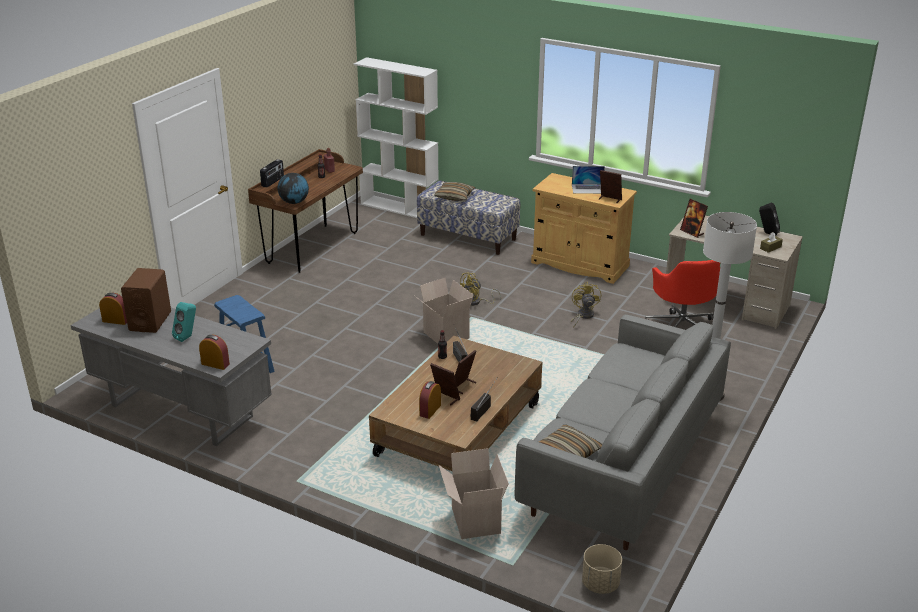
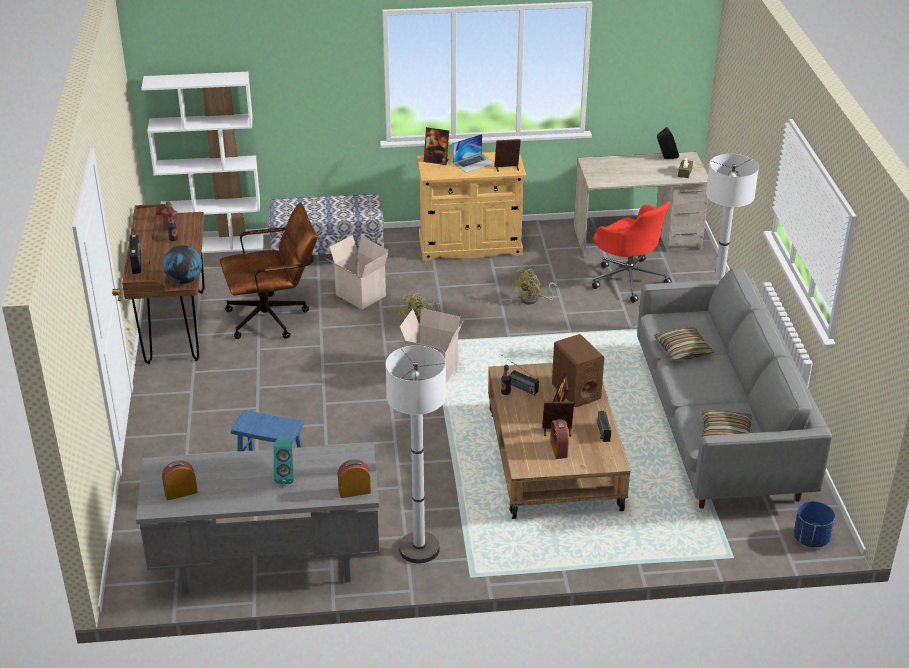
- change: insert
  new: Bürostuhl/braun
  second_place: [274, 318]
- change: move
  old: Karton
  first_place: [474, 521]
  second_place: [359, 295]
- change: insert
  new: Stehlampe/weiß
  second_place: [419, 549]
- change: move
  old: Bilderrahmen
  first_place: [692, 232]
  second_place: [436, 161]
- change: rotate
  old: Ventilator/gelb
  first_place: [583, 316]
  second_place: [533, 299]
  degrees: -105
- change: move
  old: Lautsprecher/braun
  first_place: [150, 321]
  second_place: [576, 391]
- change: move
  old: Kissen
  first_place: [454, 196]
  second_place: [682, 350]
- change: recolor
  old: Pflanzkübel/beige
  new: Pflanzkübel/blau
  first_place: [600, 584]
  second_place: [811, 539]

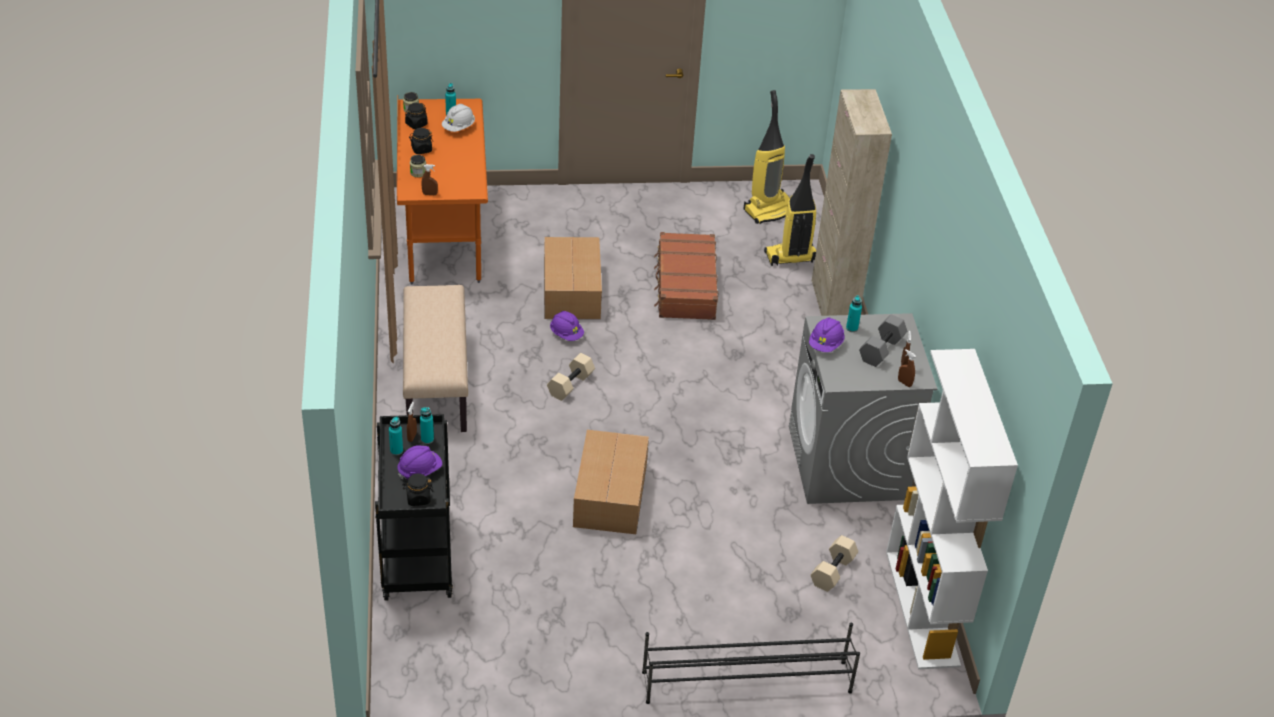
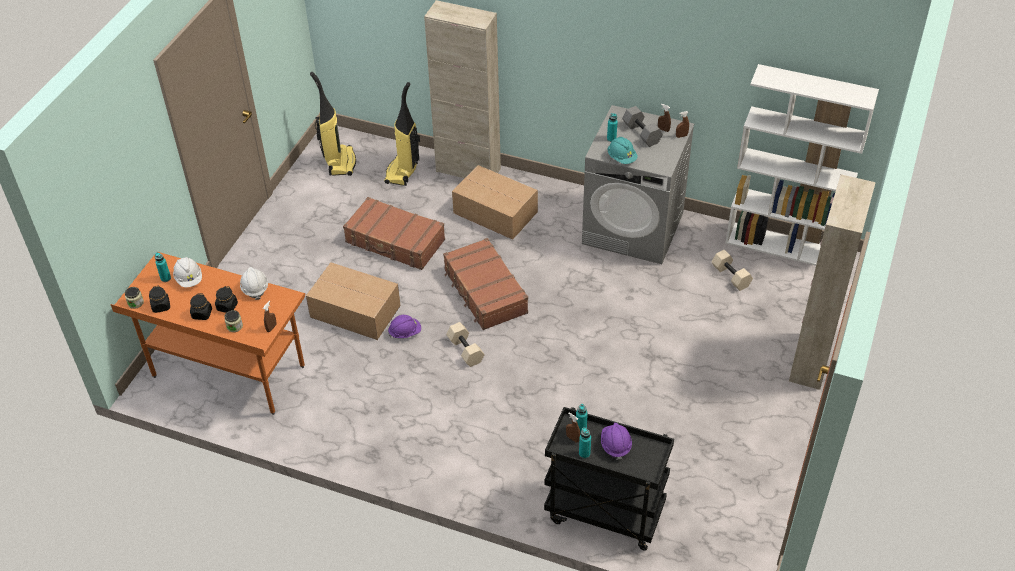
- change: move
  old: Vorratsglas/schwarz
  first_place: [418, 498]
  second_place: [227, 306]
- change: insert
  new: Schutzhelm/weiß
  second_place: [255, 288]
- change: insert
  new: Koffer/braun
  second_place: [485, 292]
- change: move
  old: Karton
  first_place: [609, 496]
  second_place: [496, 213]
- change: recolor
  old: Schutzhelm/lila
  new: Schutzhelm/türkis
  first_place: [826, 344]
  second_place: [621, 158]
- change: replace
  old: Schuhregal/schwarz
  new: Schrank/beige
  first_place: [745, 681]
  second_place: [811, 360]
- change: delete
  old: Bank/beige
  first_place: [435, 381]

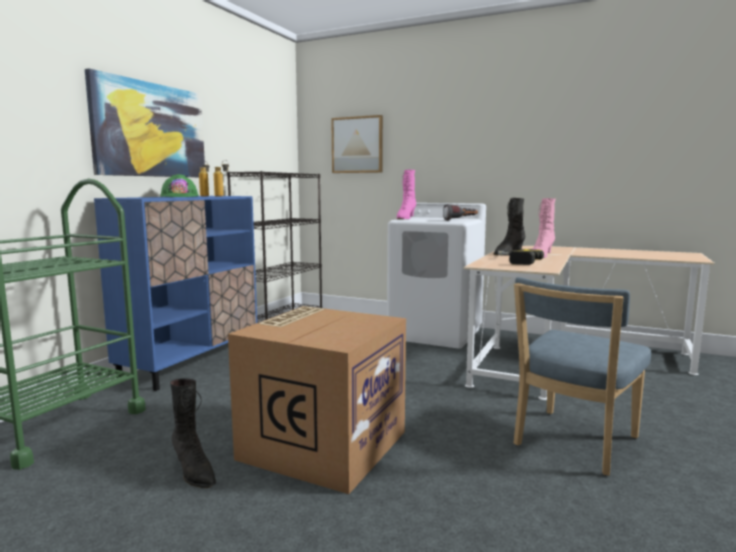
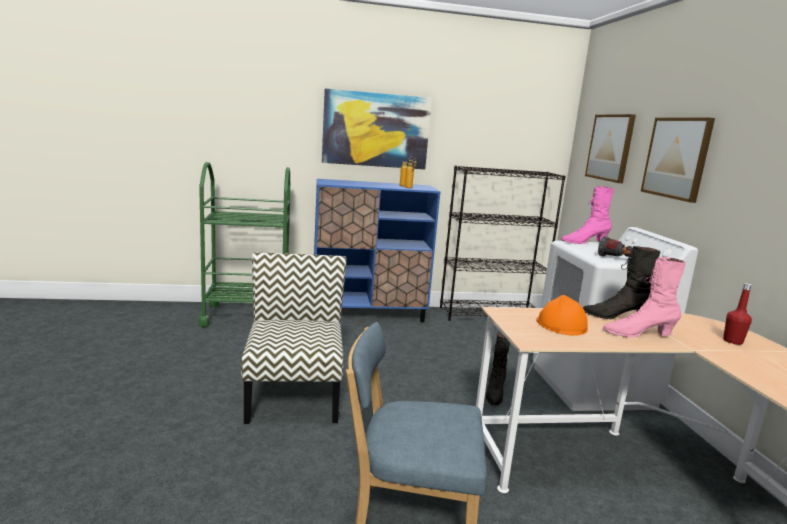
- change: replace
  old: Karton
  new: Stuhl
  first_place: [323, 444]
  second_place: [293, 396]
- change: move
  old: Stiefel/schwarz
  first_place: [194, 472]
  second_place: [494, 394]
- change: replace
  old: Bohrmaschine
  new: Schutzhelm/orange
  first_place: [516, 262]
  second_place: [561, 325]
- change: insert
  new: Bild
  second_place: [677, 158]
- change: insert
  new: Flasche/rot
  second_place: [732, 341]
- change: delete
  old: Schutzhelm/grün
  first_place: [180, 196]

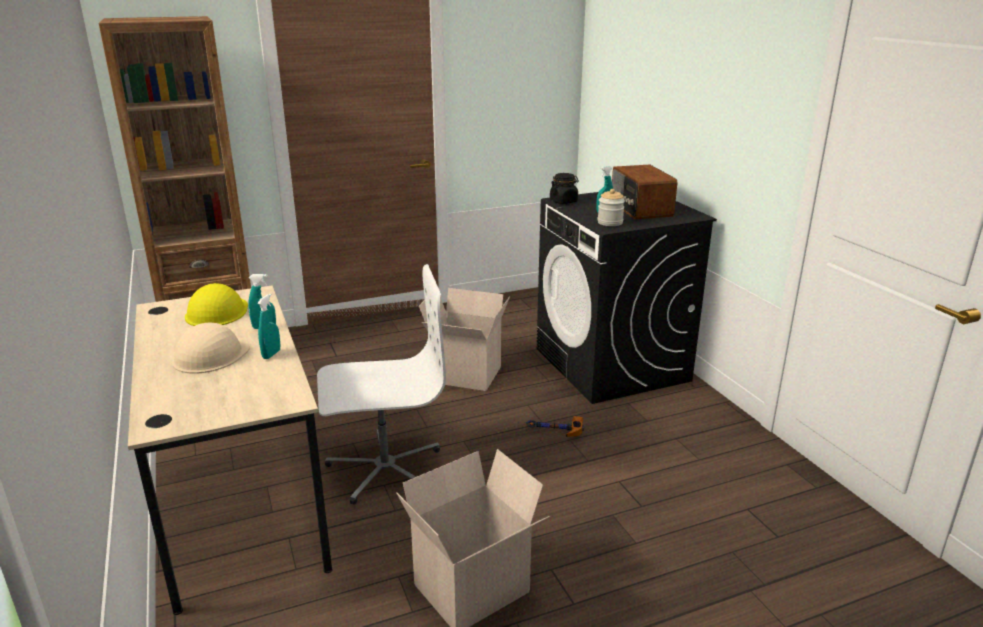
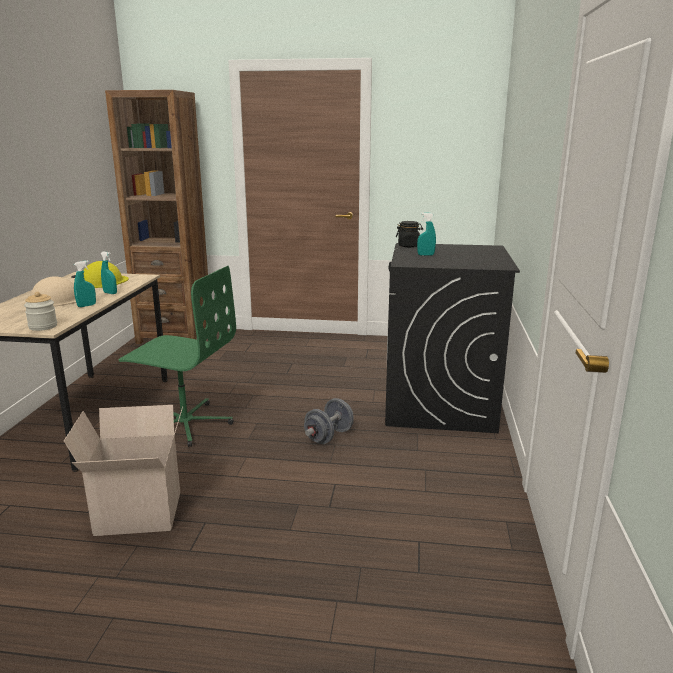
- change: move
  old: Vorratsglas
  first_place: [610, 222]
  second_place: [43, 326]
- change: recolor
  old: Bürostuhl/weiß
  new: Bürostuhl/grün
  first_place: [384, 468]
  second_place: [185, 424]
- change: replace
  old: Hammer
  new: Hantel/grau
  first_place: [553, 432]
  second_place: [329, 436]
- change: delete
  old: Karton
  first_place: [464, 375]
- change: delete
  old: Radio
  first_place: [640, 209]

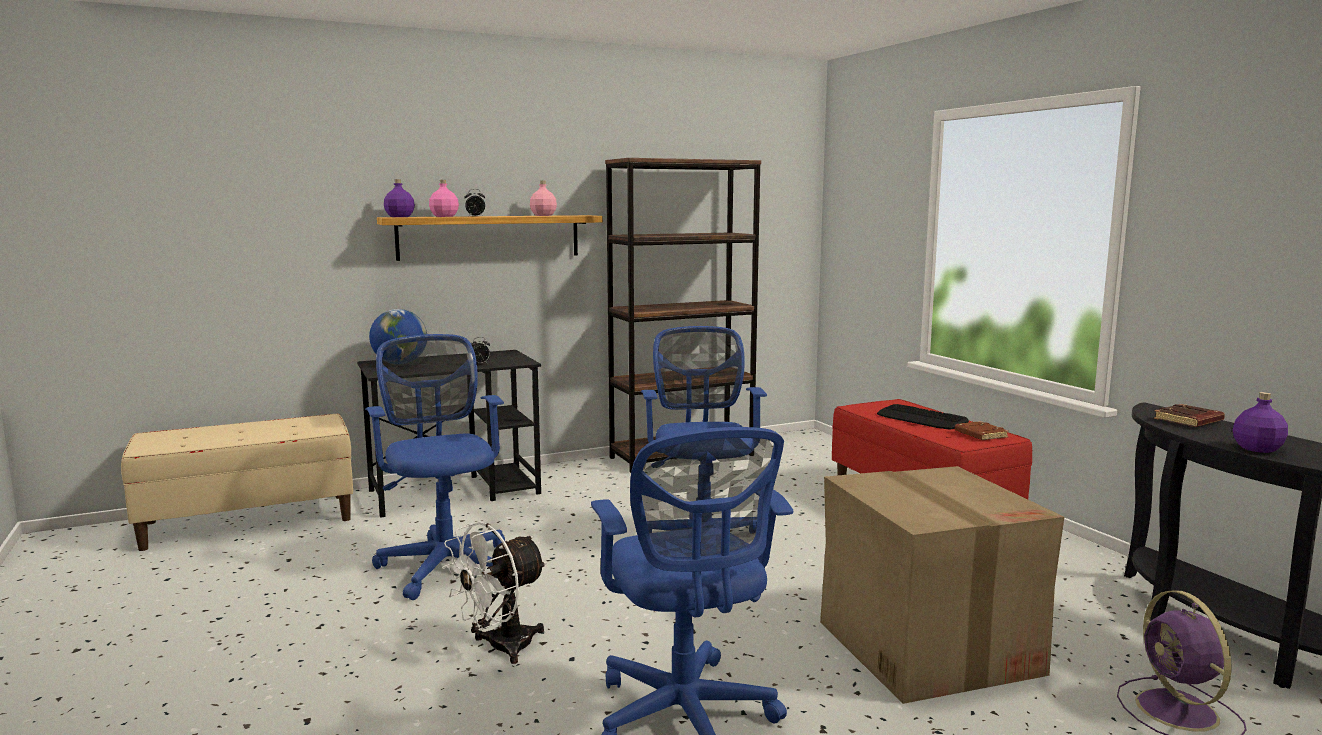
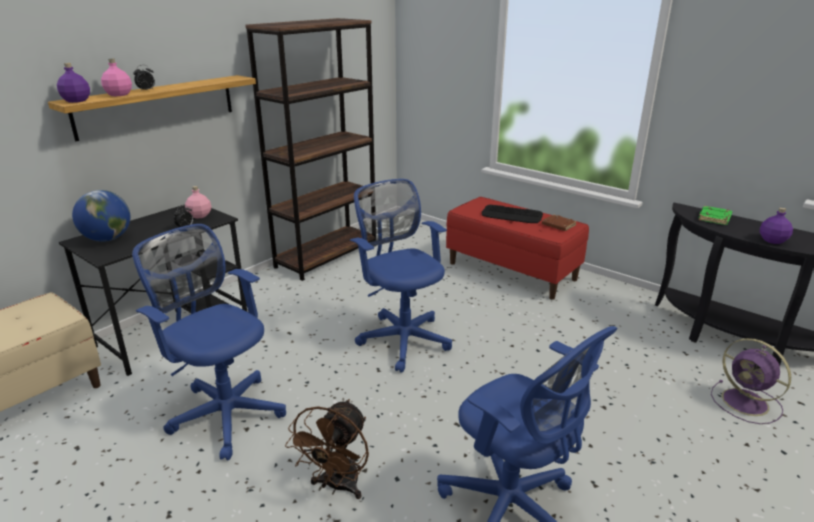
- change: move
  old: Flasche/rosa
  first_place: [543, 215]
  second_place: [199, 216]
- change: recolor
  old: Ventilator/weiß
  new: Ventilator/braun
  first_place: [500, 648]
  second_place: [337, 486]
- change: recolor
  old: Buch/braun
  new: Buch/grün
  first_place: [1189, 421]
  second_place: [715, 218]
- change: delete
  old: Karton
  first_place: [927, 646]

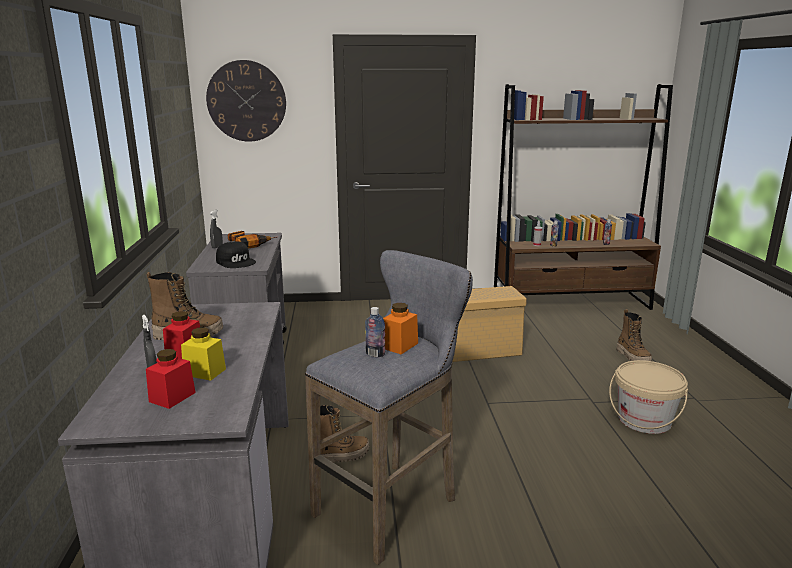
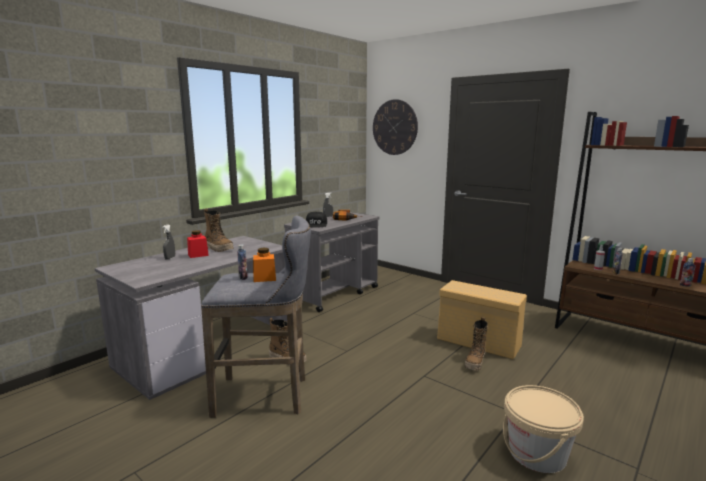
- change: move
  old: Stiefel
  first_place: [633, 357]
  second_place: [475, 363]
- change: delete
  old: Vorratsglas/rot
  first_place: [172, 397]
- change: delete
  old: Vorratsglas/gelb
  first_place: [204, 372]

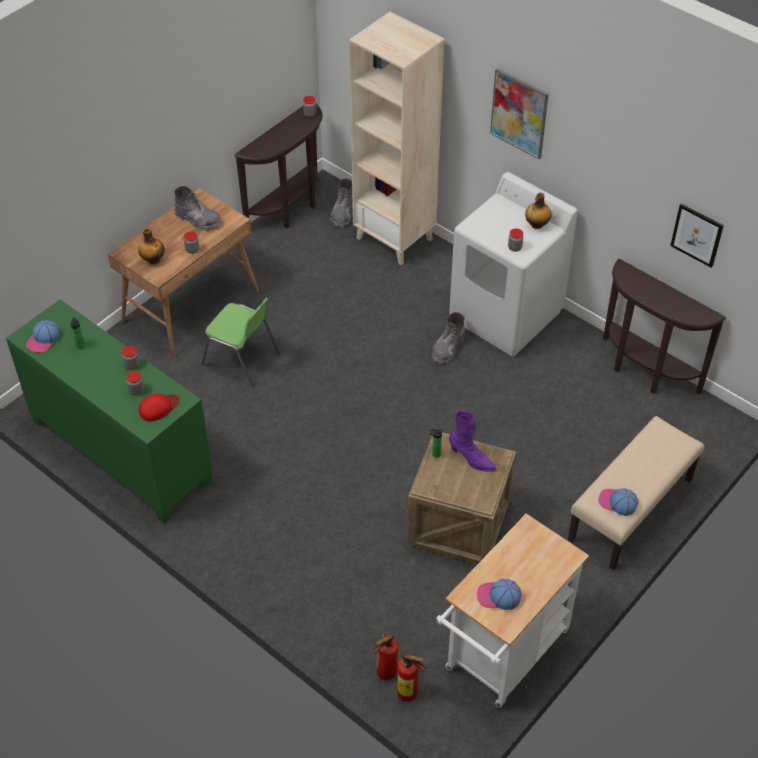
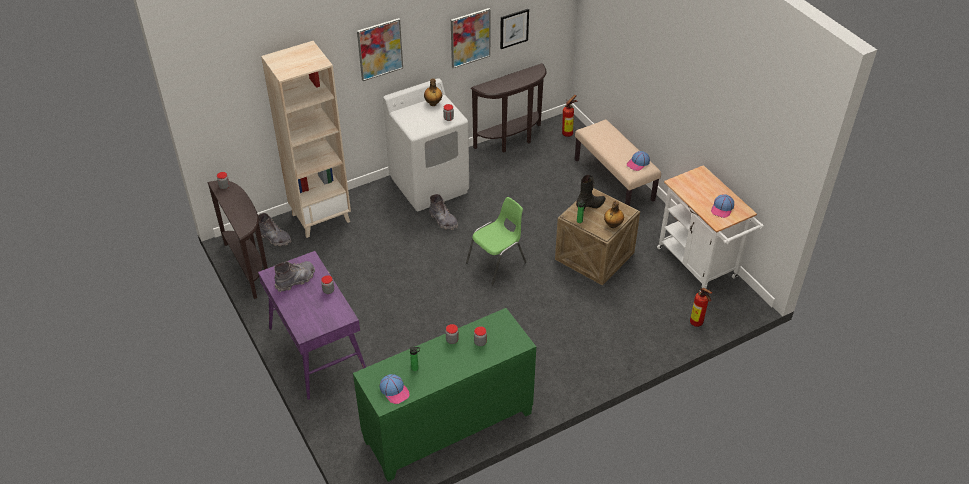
- change: recolor
  old: Schreibtisch/braun
  new: Schreibtisch/lila
  first_place: [191, 306]
  second_place: [317, 350]
- change: insert
  new: Bild
  second_place: [470, 37]
- change: move
  old: Stuhl/grün
  first_place: [242, 360]
  second_place: [497, 263]
- change: move
  old: Feuerlöscher
  first_place: [410, 695]
  second_place: [568, 133]
- change: recolor
  old: Stiefel/lila
  new: Stiefel/schwarz
  first_place: [471, 459]
  second_place: [590, 206]
- change: move
  old: Flasche
  first_place: [153, 259]
  second_place: [612, 225]
- change: delete
  old: Kappe/rot
  first_place: [158, 407]

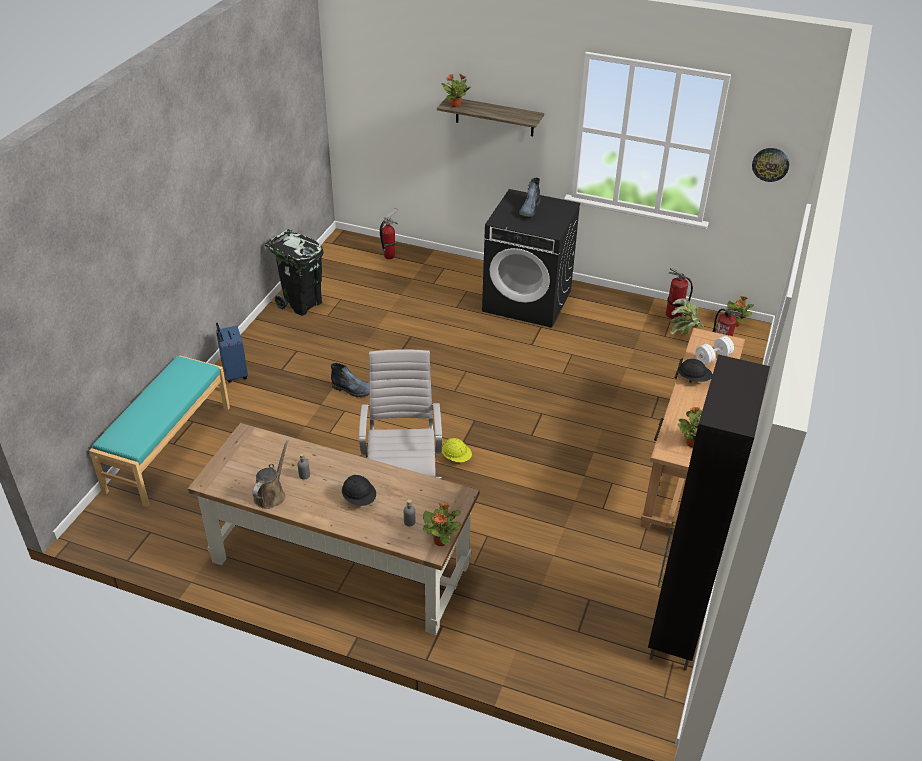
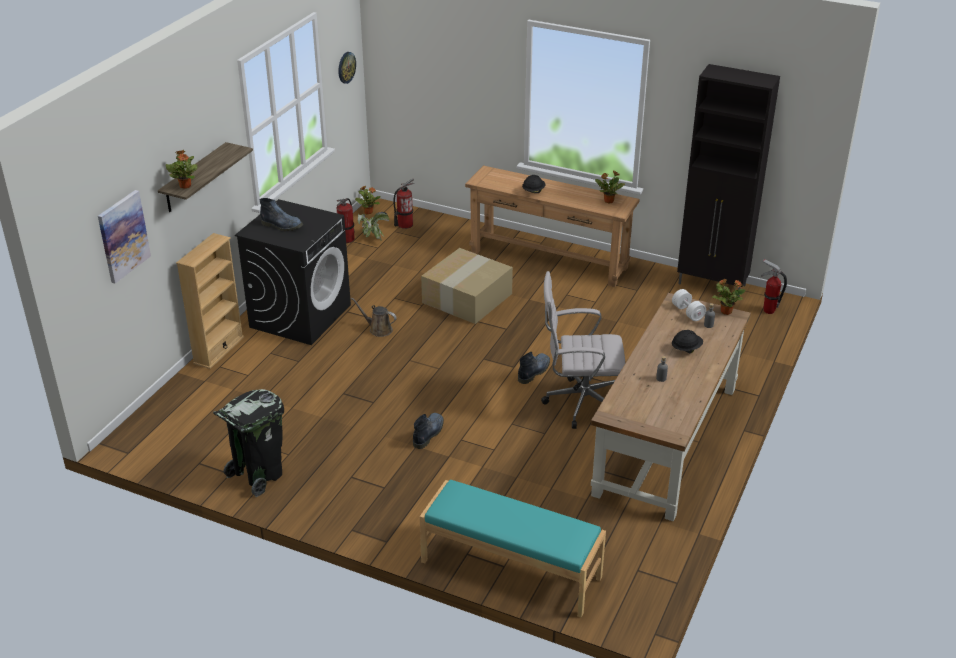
- change: insert
  new: Bild
  second_place: [123, 236]
- change: insert
  new: Bücherregal/beige
  second_place: [218, 350]
- change: move
  old: Gießkanne/braun
  first_place: [271, 494]
  second_place: [378, 329]
- change: insert
  new: Karton
  second_place: [467, 297]
- change: replace
  old: Schutzhelm/gelb
  new: Stiefel
  first_place: [456, 458]
  second_place: [534, 371]
- change: move
  old: Hantel/weiß
  first_place: [712, 358]
  second_place: [688, 312]
- change: move
  old: Feuerlöscher
  first_place: [389, 256]
  second_place: [768, 310]
- change: delete
  old: Koffer/blau
  first_place: [234, 374]

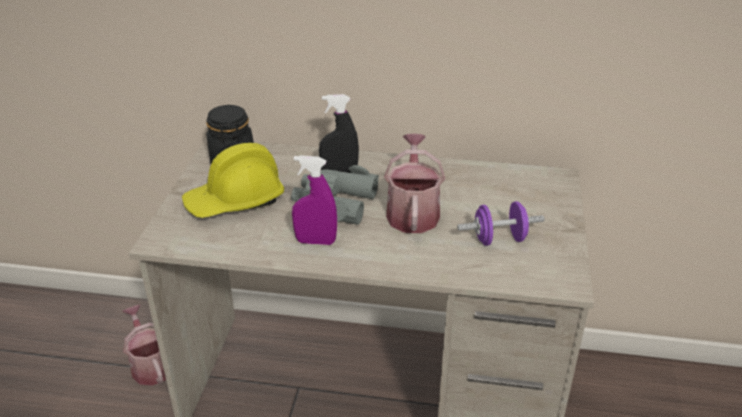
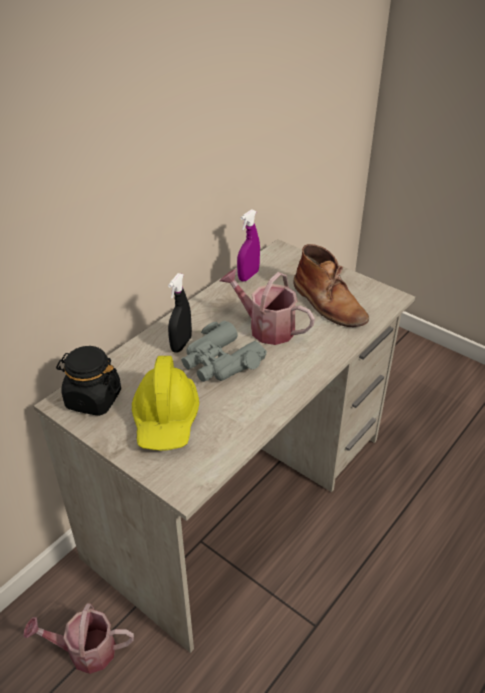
- change: move
  old: Sprühflasche/lila
  first_place: [315, 241]
  second_place: [248, 276]
- change: replace
  old: Hantel/lila
  new: Stiefel/braun
  first_place: [499, 239]
  second_place: [329, 303]

